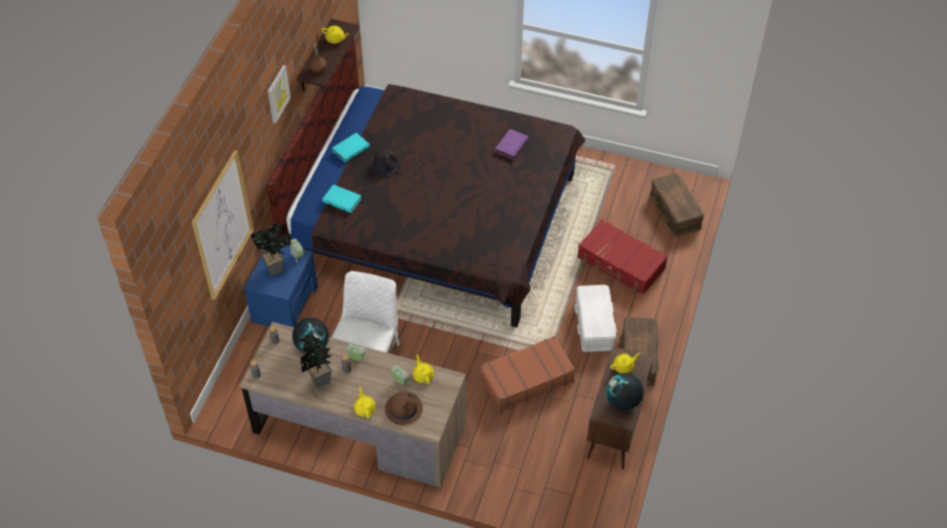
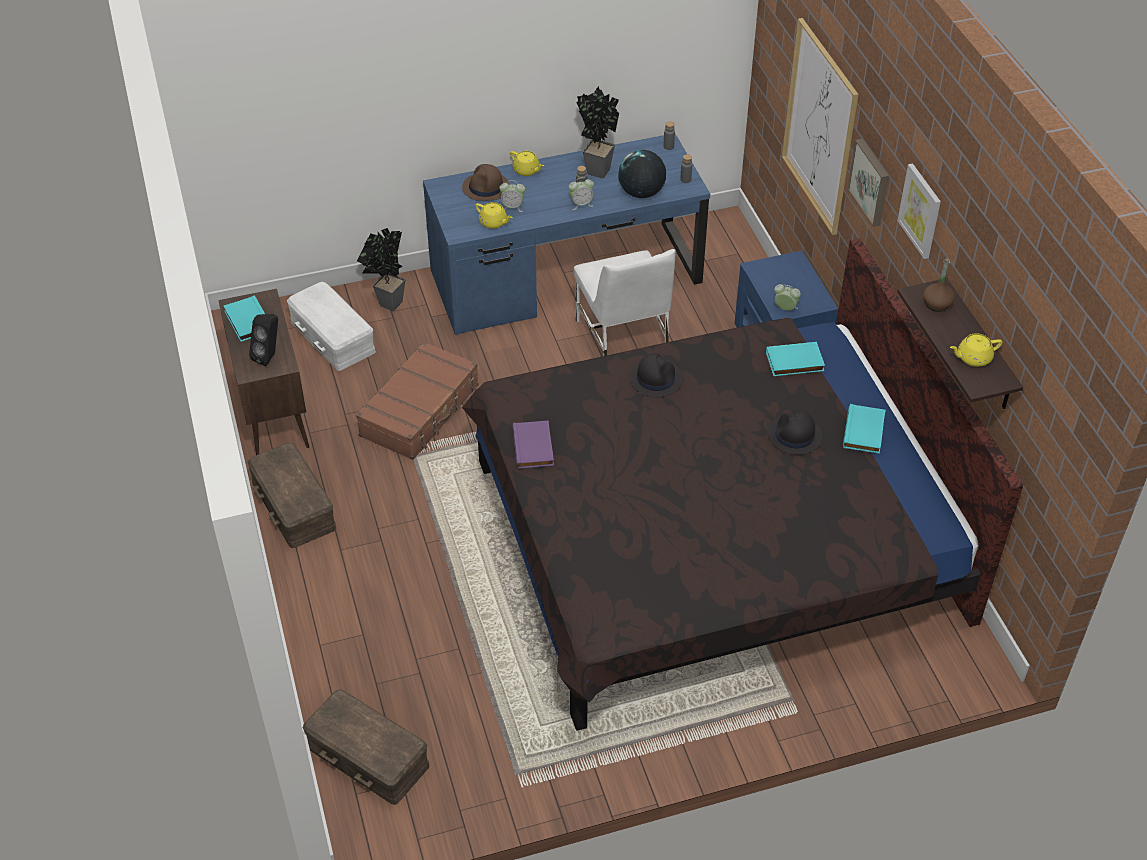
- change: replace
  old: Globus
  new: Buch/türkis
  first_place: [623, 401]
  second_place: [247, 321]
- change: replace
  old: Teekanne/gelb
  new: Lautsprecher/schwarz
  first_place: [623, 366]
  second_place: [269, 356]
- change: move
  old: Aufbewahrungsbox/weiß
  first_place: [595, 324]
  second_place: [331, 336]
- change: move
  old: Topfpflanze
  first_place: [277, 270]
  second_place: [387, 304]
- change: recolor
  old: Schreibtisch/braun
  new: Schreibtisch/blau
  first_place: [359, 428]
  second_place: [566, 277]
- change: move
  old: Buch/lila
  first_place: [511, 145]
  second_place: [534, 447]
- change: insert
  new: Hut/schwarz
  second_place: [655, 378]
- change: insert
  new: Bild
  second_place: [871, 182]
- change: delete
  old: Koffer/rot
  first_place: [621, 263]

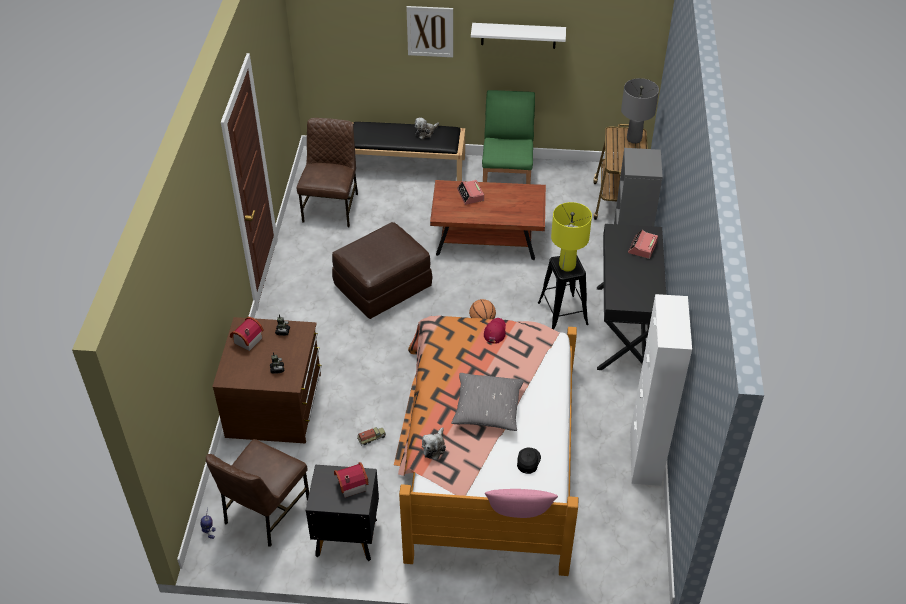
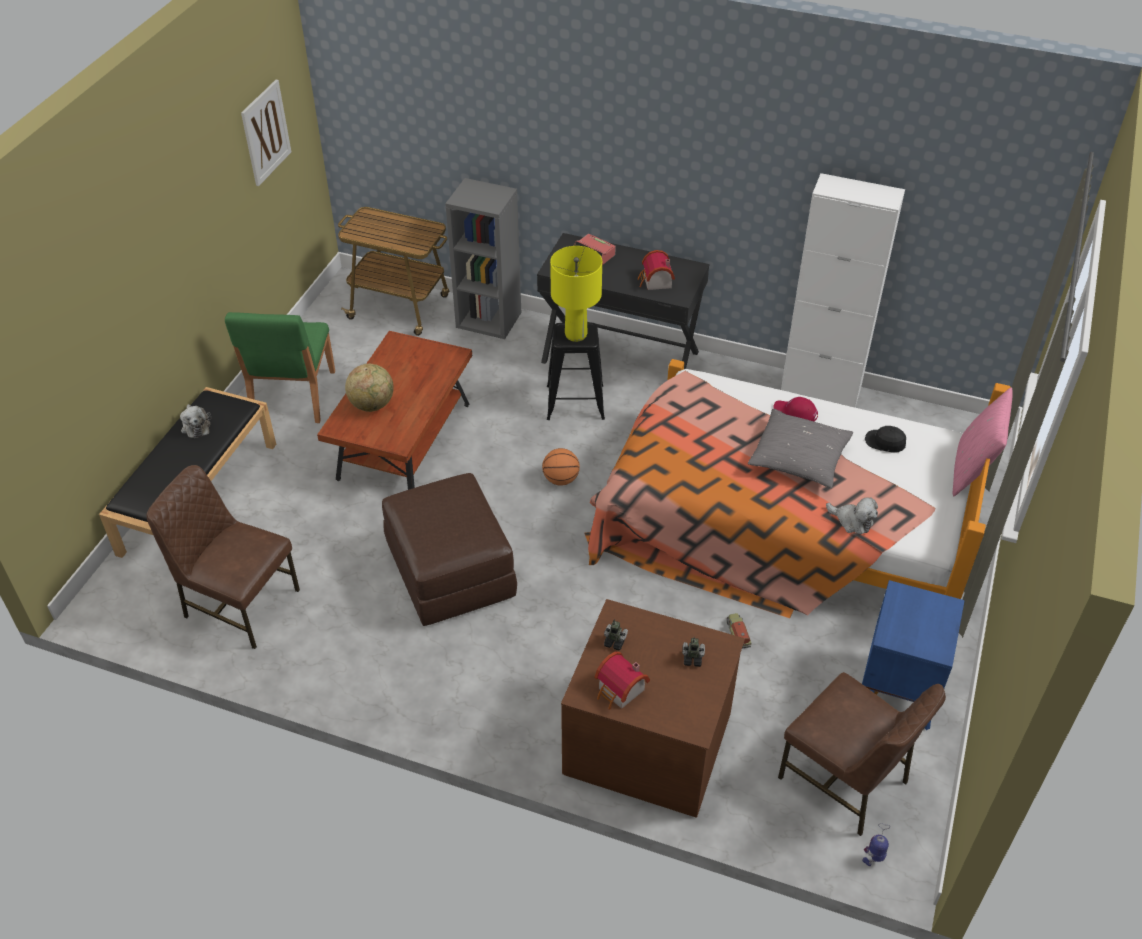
- change: rotate
  old: Stuhl/grün
  first_place: [507, 179]
  second_place: [292, 395]
  degrees: -105
- change: move
  old: Bild
  first_place: [430, 31]
  second_place: [265, 132]
- change: replace
  old: Wecker
  new: Globus
  first_place: [470, 195]
  second_place: [372, 404]
- change: move
  old: Spielzeughaus
  first_place: [350, 484]
  second_place: [655, 282]
- change: move
  old: Kappe/rot
  first_place: [495, 331]
  second_place: [795, 413]
- change: recolor
  old: Nachttisch/schwarz
  new: Nachttisch/blau
  first_place: [345, 536]
  second_place: [898, 690]
- change: delete
  old: Wandregal/weiß
  first_place: [518, 35]
- change: delete
  old: Tischlampe/grau
  first_place: [633, 139]

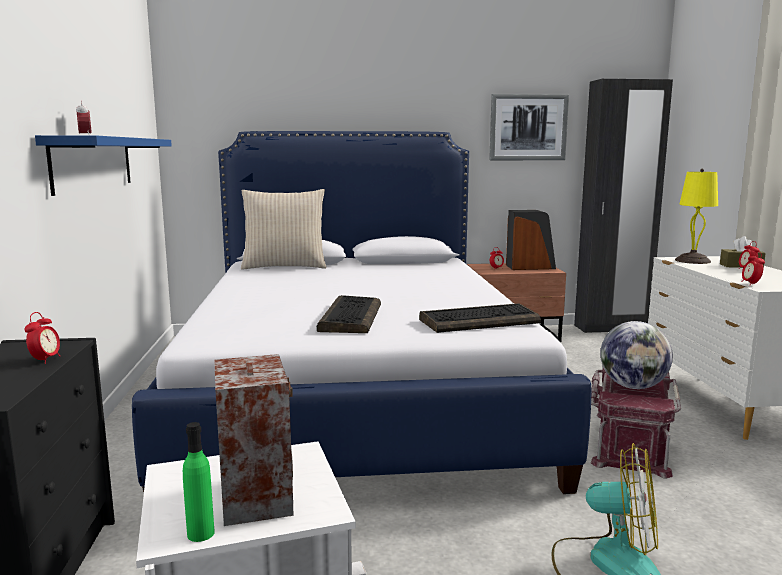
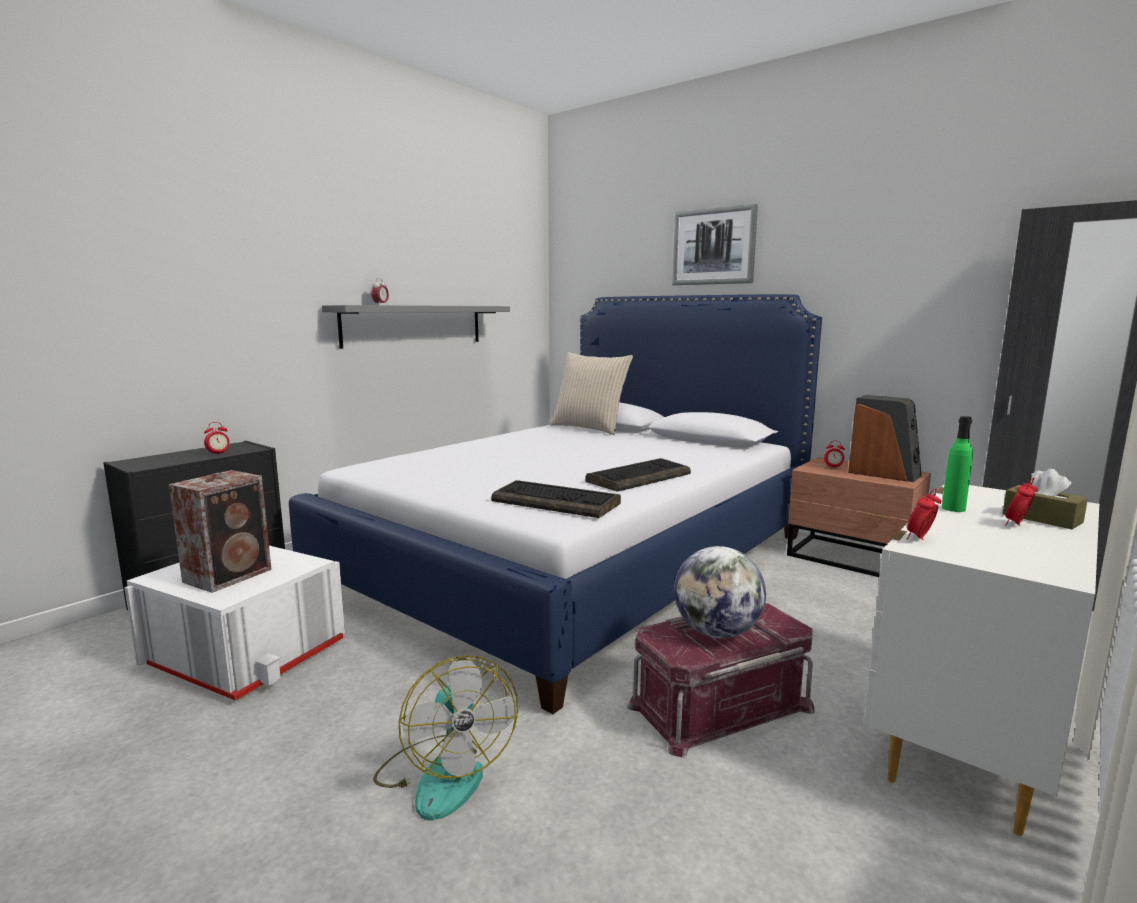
- change: recolor
  old: Wandregal/blau
  new: Wandregal/grau
  first_place: [94, 163]
  second_place: [414, 325]
- change: move
  old: Tastatur
  first_place: [350, 317]
  second_place: [639, 477]
- change: move
  old: Bild
  first_place: [528, 127]
  second_place: [713, 246]
- change: move
  old: Flasche/grün
  first_place: [200, 534]
  second_place: [953, 508]
- change: delete
  old: Tischlampe/gelb
  first_place: [692, 261]

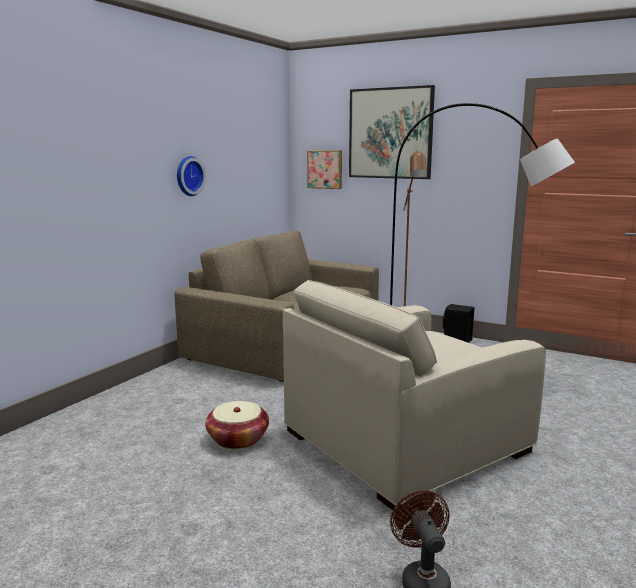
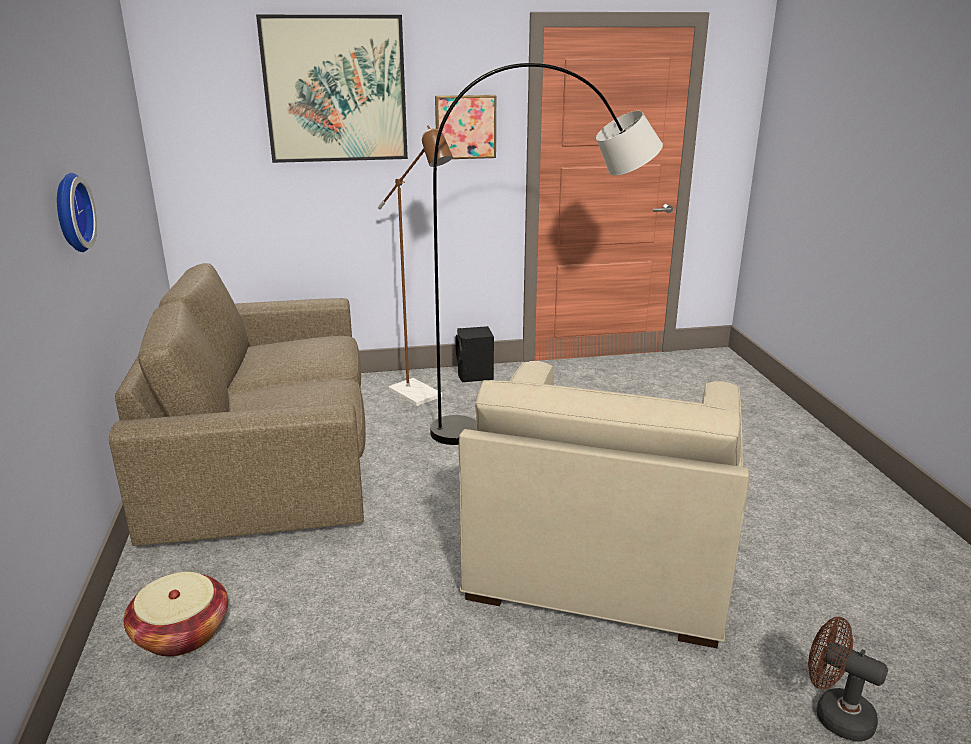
- change: move
  old: Korb
  first_place: [238, 439]
  second_place: [181, 633]
- change: move
  old: Bild
  first_place: [325, 169]
  second_place: [465, 126]

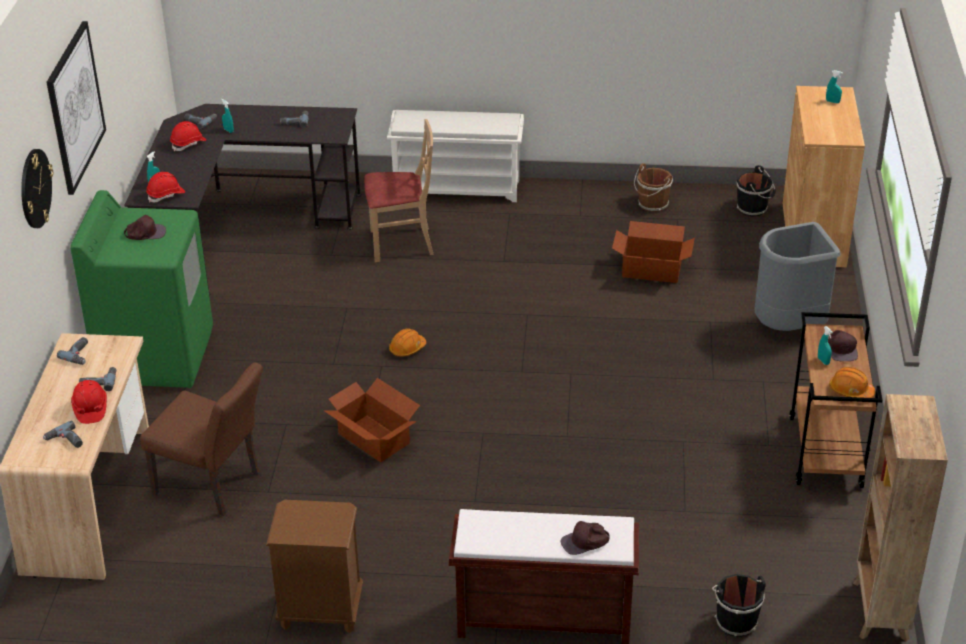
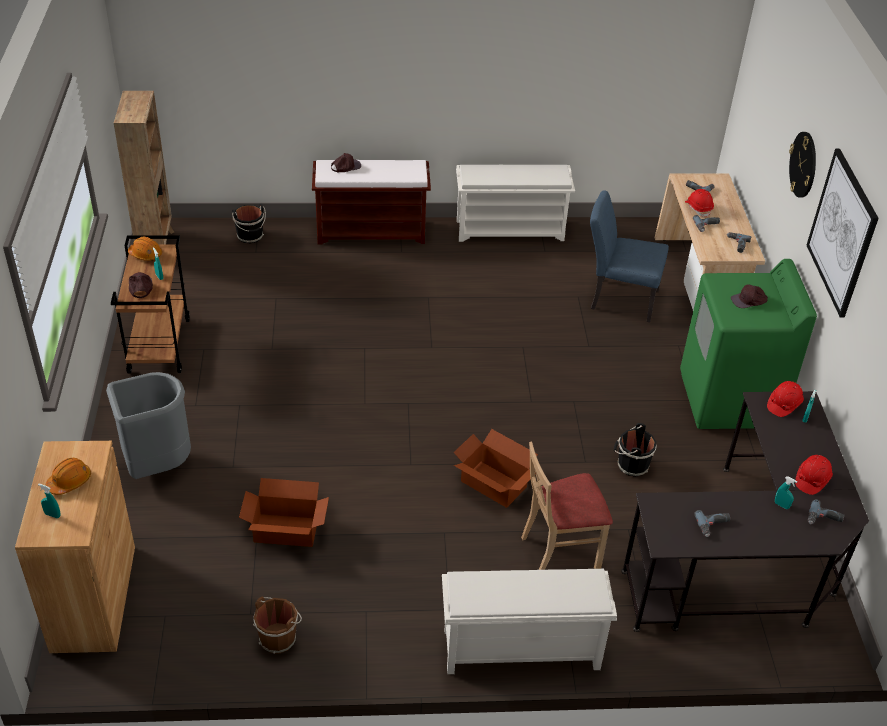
- change: move
  old: Schutzhelm/orange
  first_place: [407, 349]
  second_place: [69, 481]
- change: move
  old: Karton
  first_place: [374, 438]
  second_place: [493, 485]
- change: replace
  old: Nachttisch/braun
  new: Schuhregal/weiß
  first_place: [321, 611]
  second_place: [511, 230]
- change: recolor
  old: Stuhl/braun
  new: Stuhl/blau
  first_place: [214, 485]
  second_place: [618, 298]
- change: move
  old: Eimer/schwarz
  first_place: [753, 208]
  second_place: [631, 465]

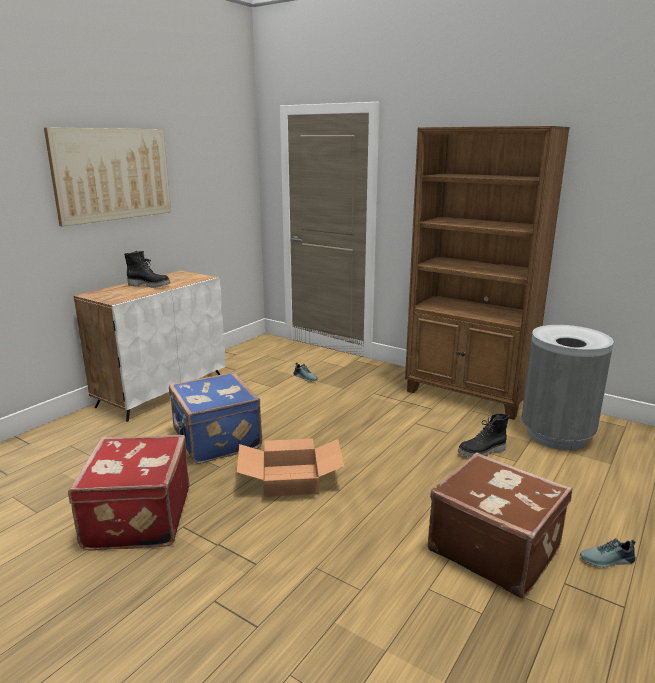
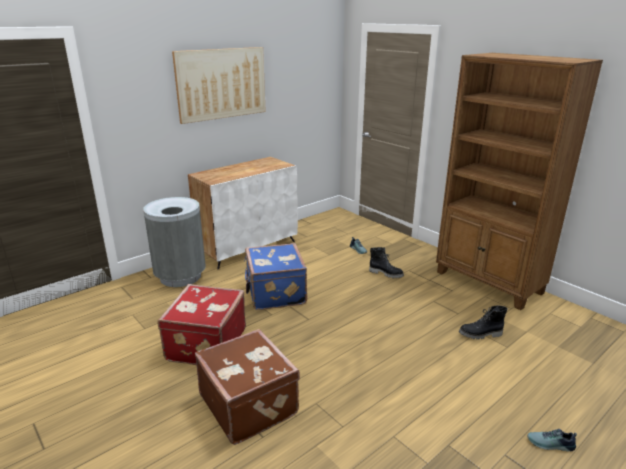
- change: move
  old: Mülleimer/grau
  first_place: [556, 435]
  second_place: [180, 276]
- change: move
  old: Koffer/braun
  first_place: [494, 549]
  second_place: [250, 404]
- change: move
  old: Stiefel/schwarz
  first_place: [149, 285]
  second_place: [386, 273]
- change: delete
  old: Karton
  first_place: [291, 479]

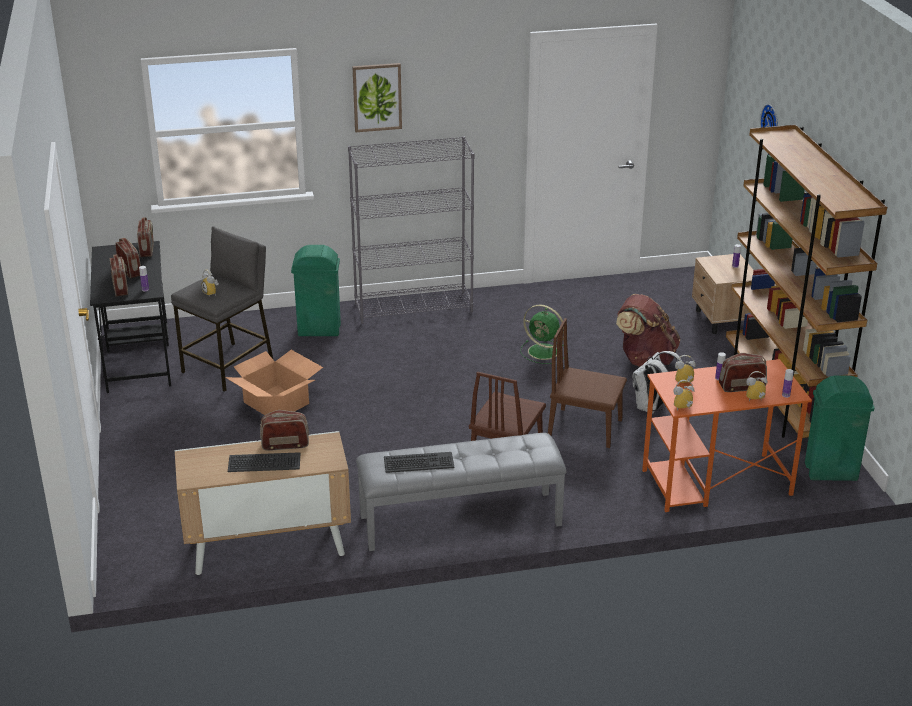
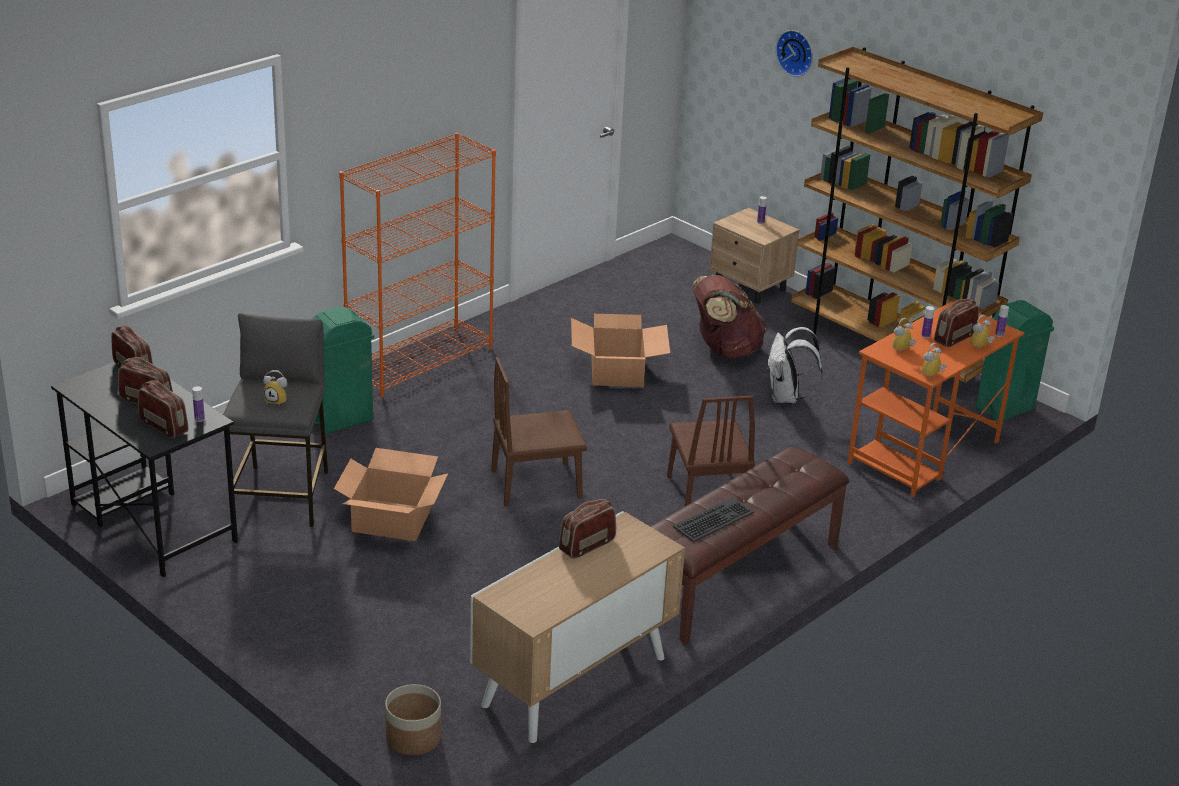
- change: recolor
  old: Bücherregal/grau
  new: Bücherregal/orange
  first_place: [414, 307]
  second_place: [420, 362]
- change: insert
  new: Pflanzkübel
  second_place: [413, 738]
- change: move
  old: Stuhl/braun
  first_place: [585, 428]
  second_place: [536, 484]
- change: replace
  old: Ventilator/grün
  new: Karton
  first_place: [544, 352]
  second_place: [617, 371]
- change: recolor
  old: Bank/grau
  new: Bank/braun
  first_place: [460, 521]
  second_place: [738, 577]
- change: delete
  old: Tastatur
  first_place: [264, 463]
- change: delete
  old: Bild
  first_place: [377, 97]

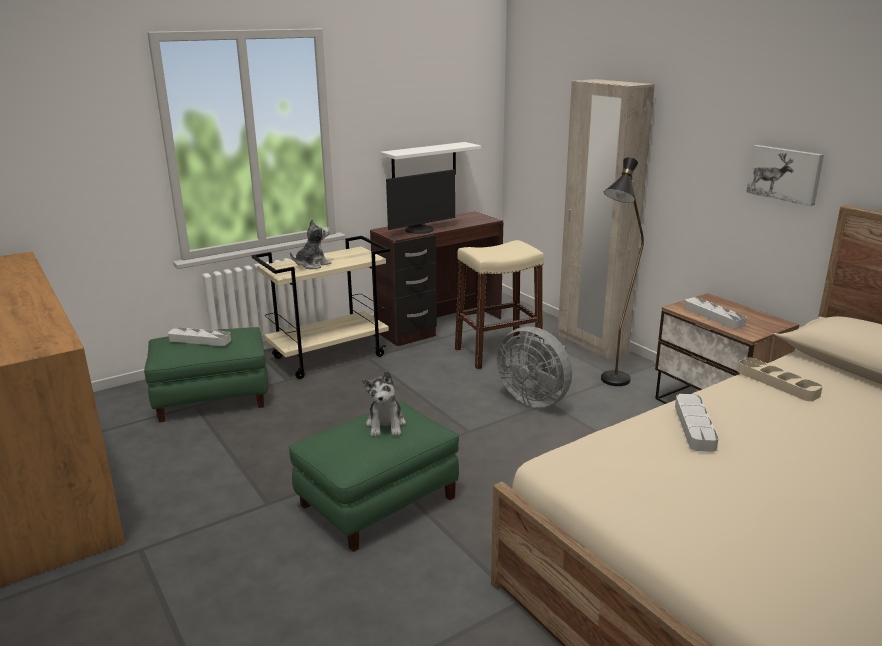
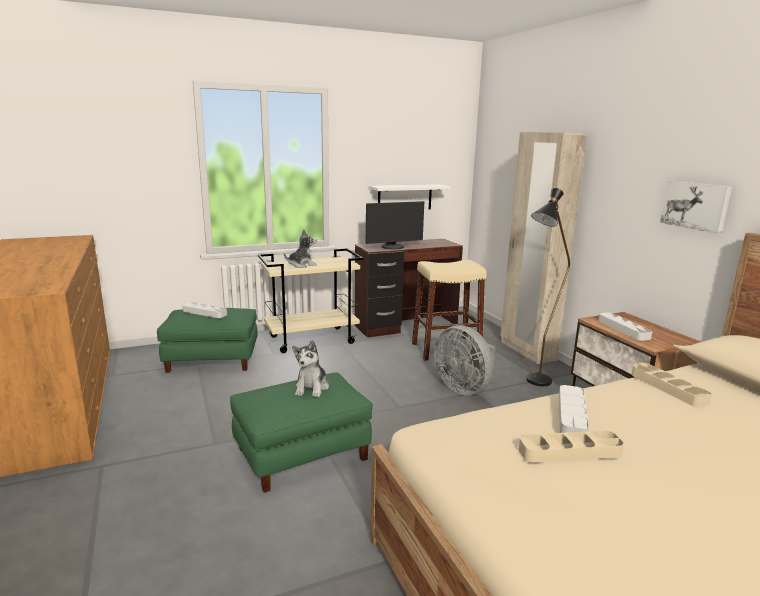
- change: insert
  new: Tablett/beige
  second_place: [569, 452]

